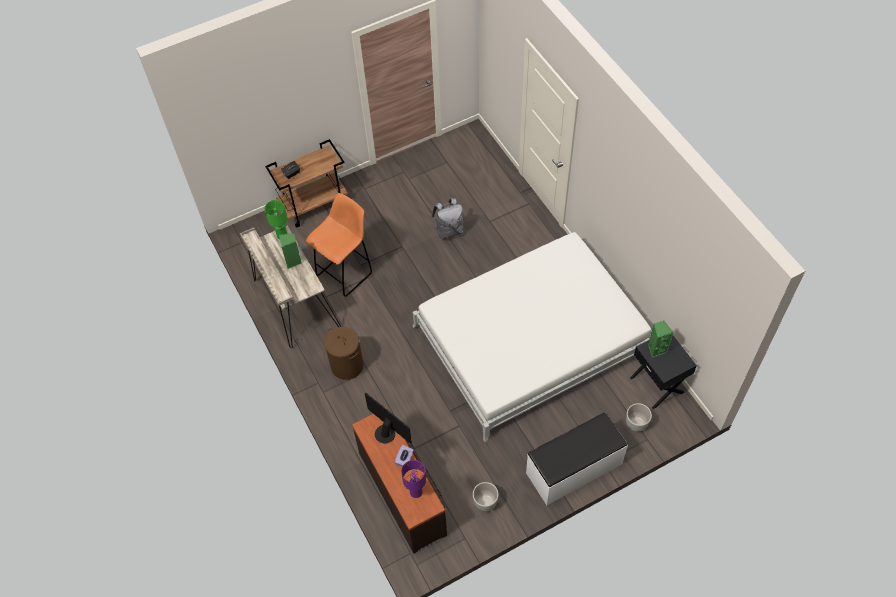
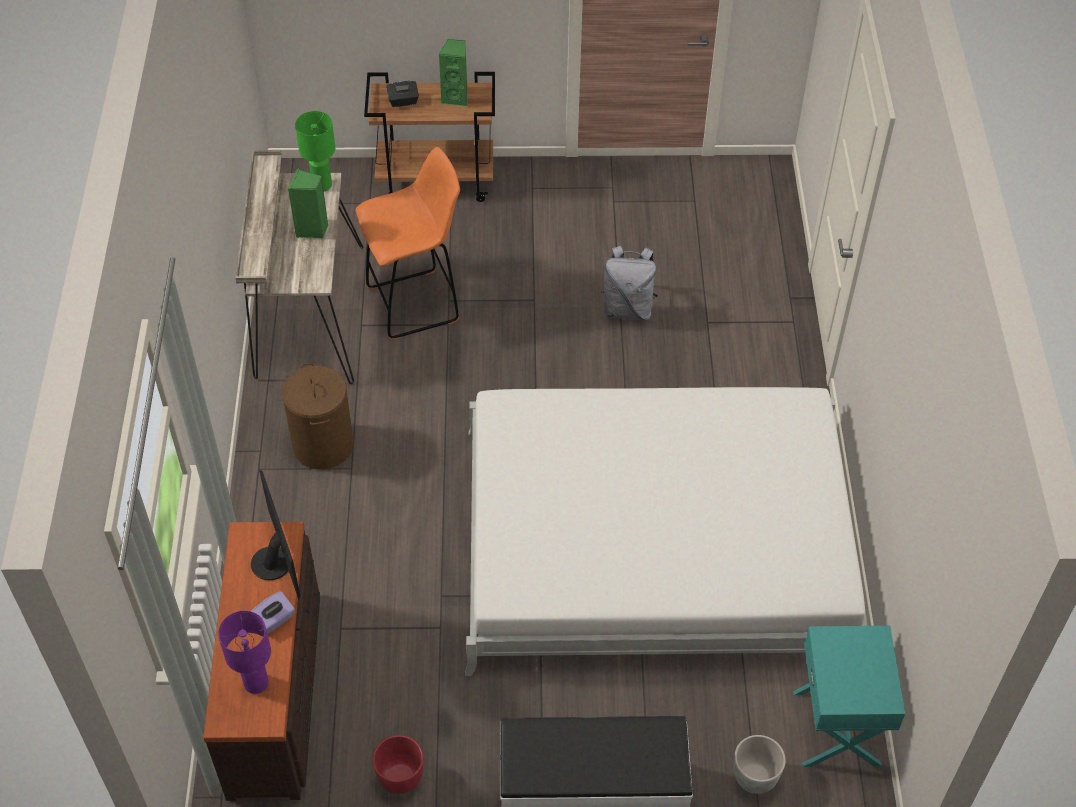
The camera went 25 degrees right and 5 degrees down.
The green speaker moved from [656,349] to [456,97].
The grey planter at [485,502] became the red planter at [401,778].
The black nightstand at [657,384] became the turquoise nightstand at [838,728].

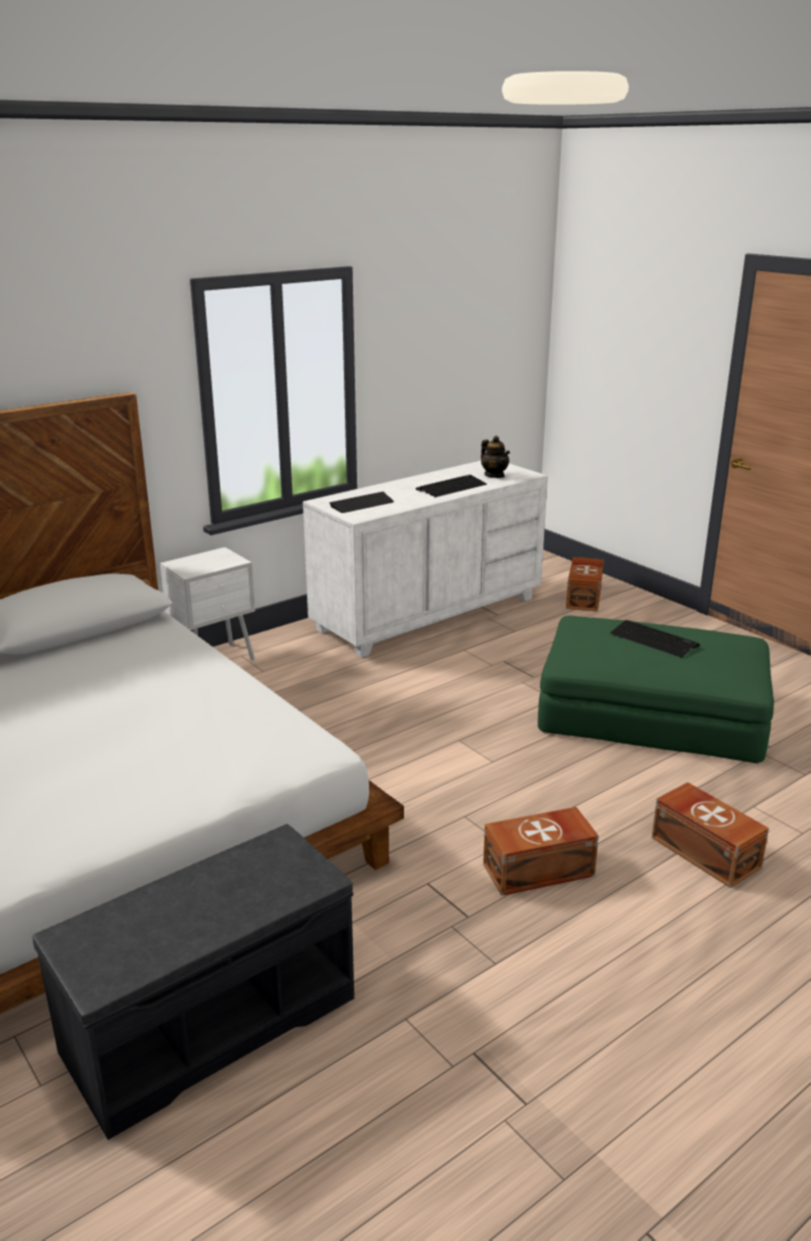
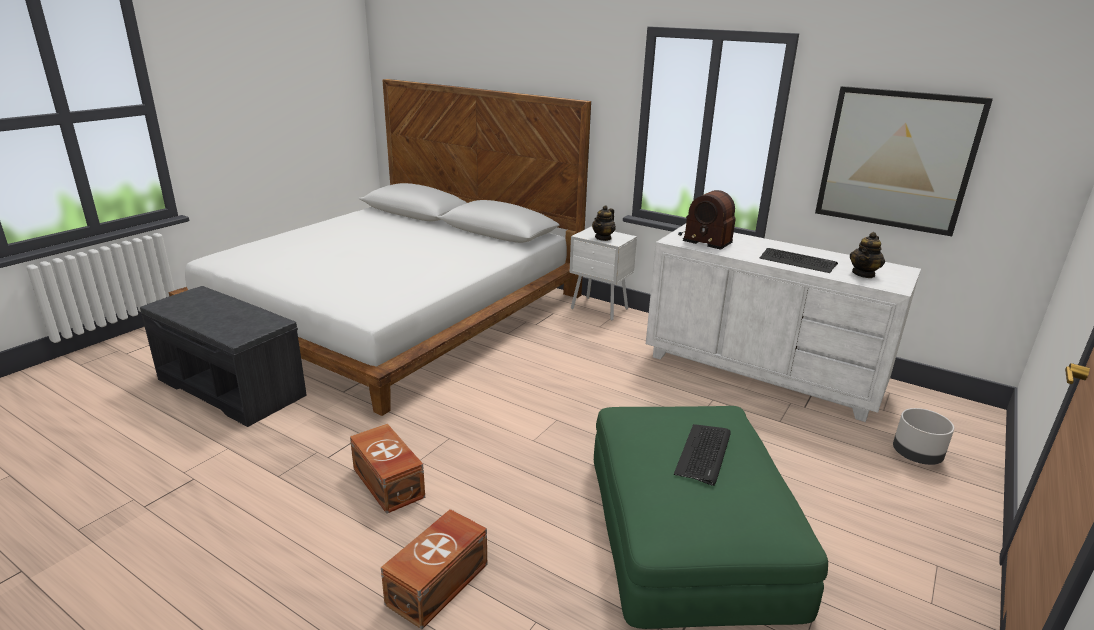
The camera went 70 degrees right and 0 degrees up.
The teapot at [603,238] appeared.
The picture at [897,160] appeared.
The keyboard at [362,504] was replaced by the radio at [705,238].
The brown storage box at [584,597] was replaced by the grey planter at [916,456].

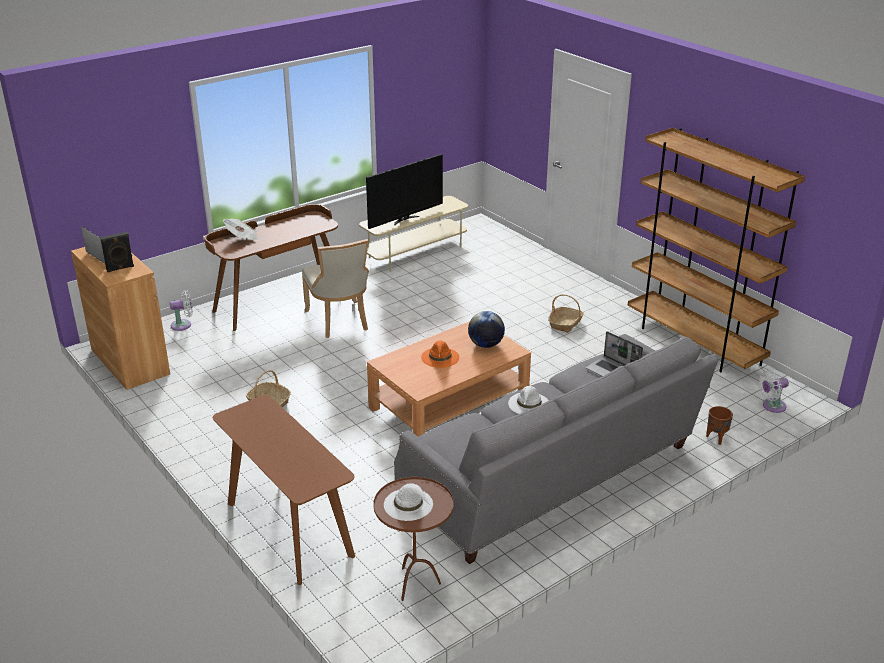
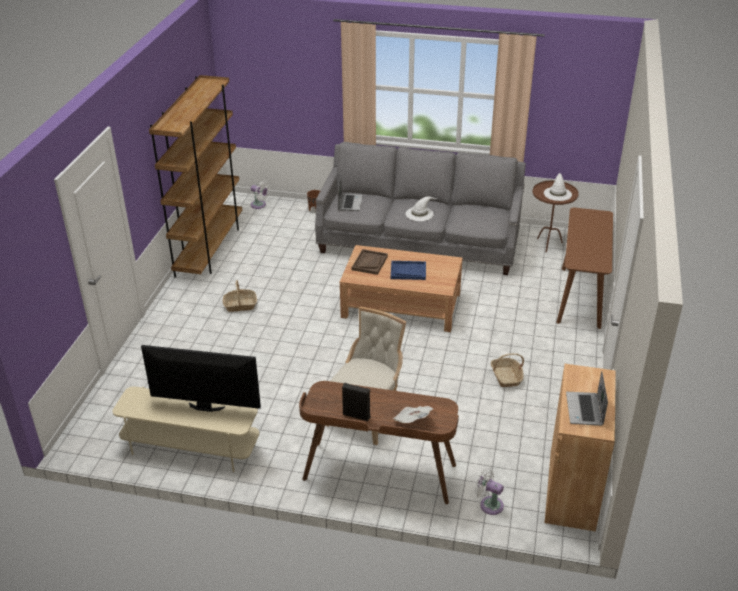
The camera went 130 degrees left and 5 degrees up.
The black speaker moved from [120,268] to [356,415].
The orange hat at [440,357] was replaced by the blue tray at [408,271].
The globe at [485,345] was replaced by the brown tray at [369,263].

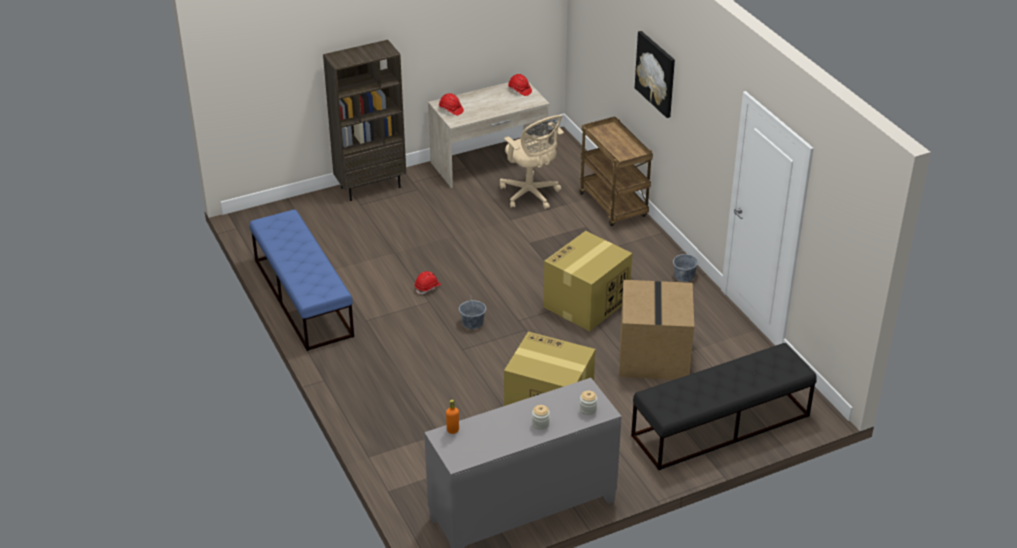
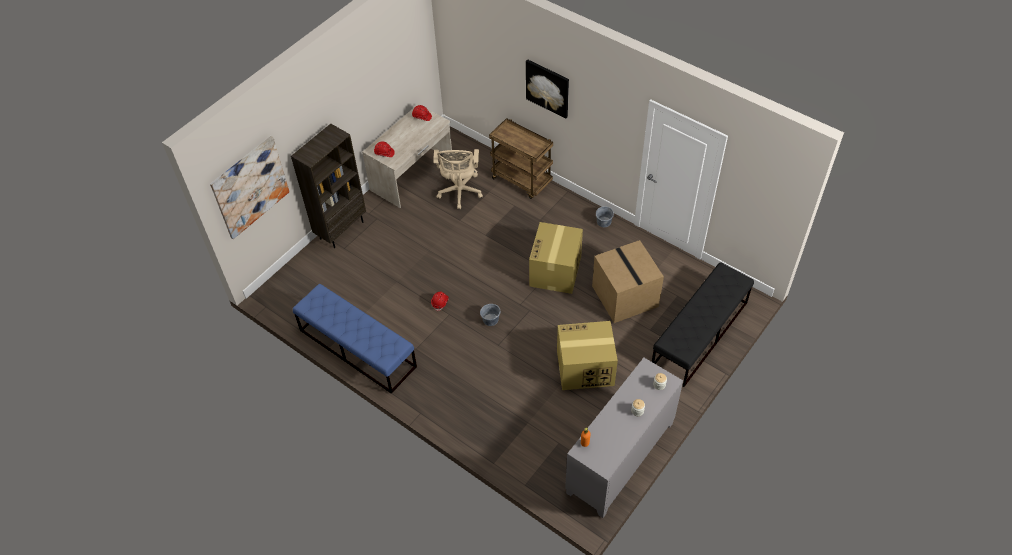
The camera went 25 degrees left and 15 degrees up.
The picture at [250,187] appeared.
The beige office chair at [531,195] turned 60 degrees clockwise.

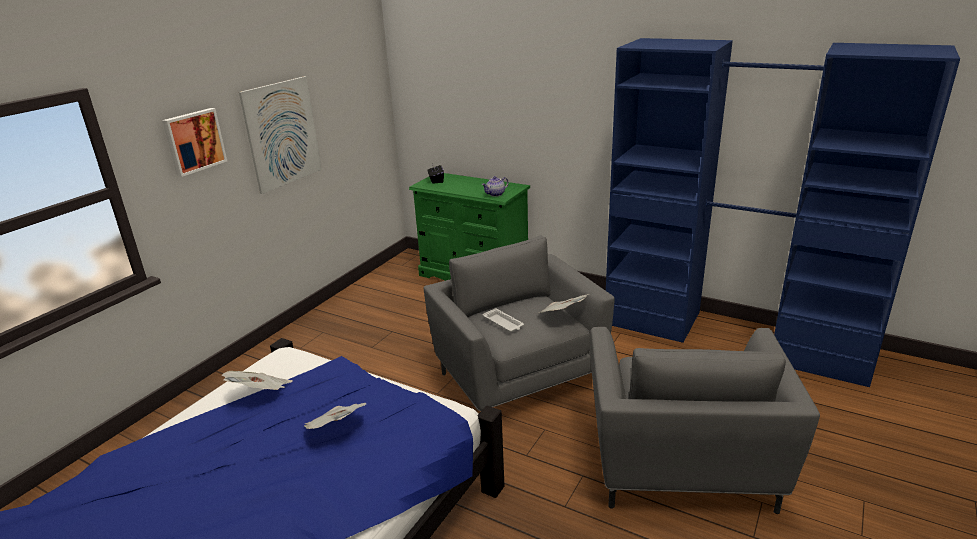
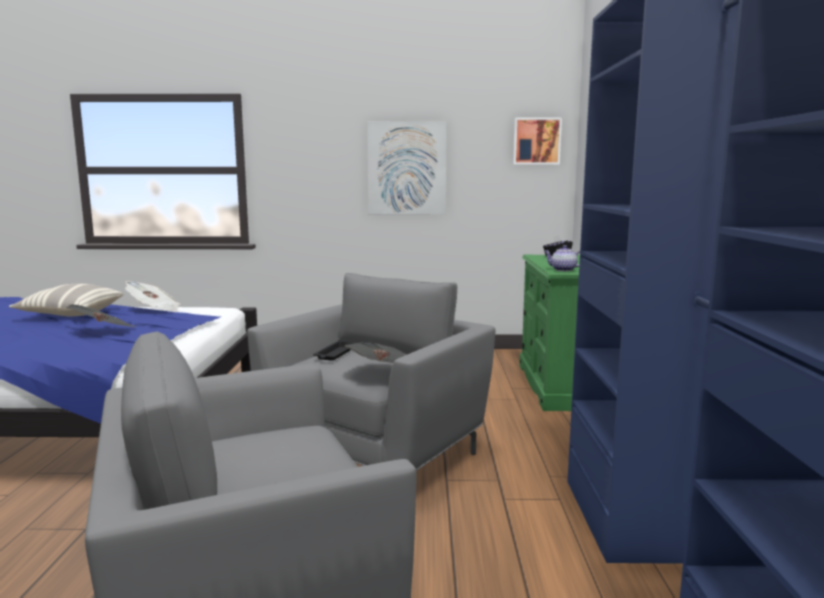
The camera went 60 degrees right and 15 degrees down.
The pillow at [71,314] appeared.
The picture moved from [194,141] to [536,141].
The white tray at [503,323] became the black tray at [335,354].

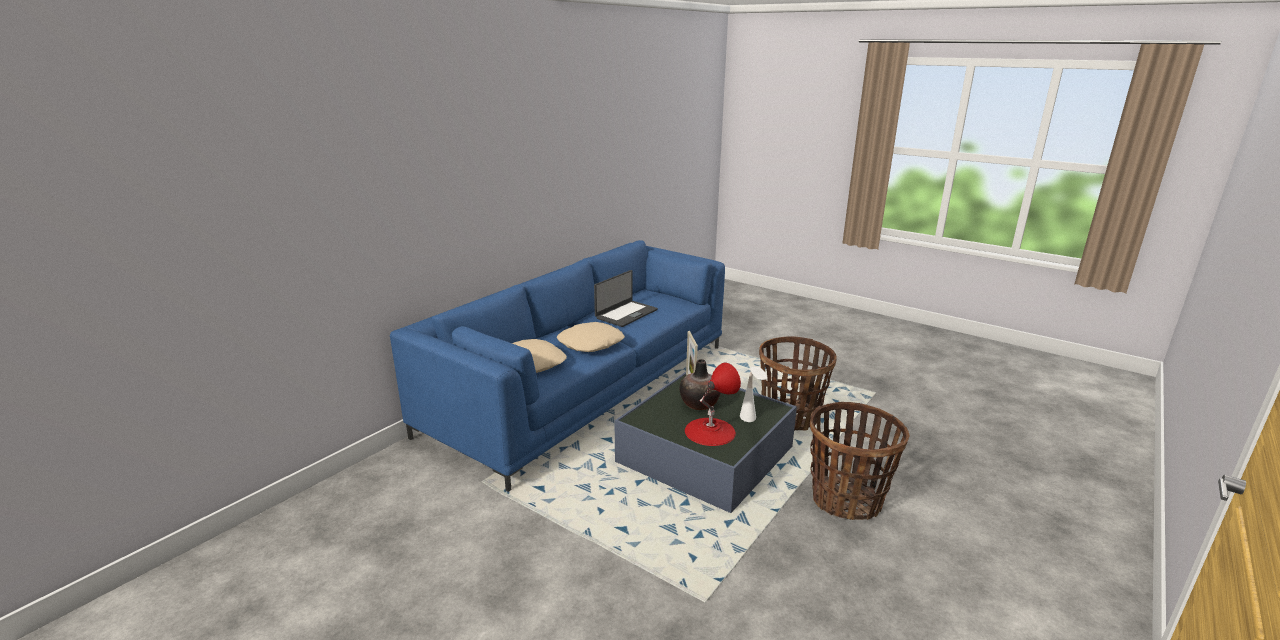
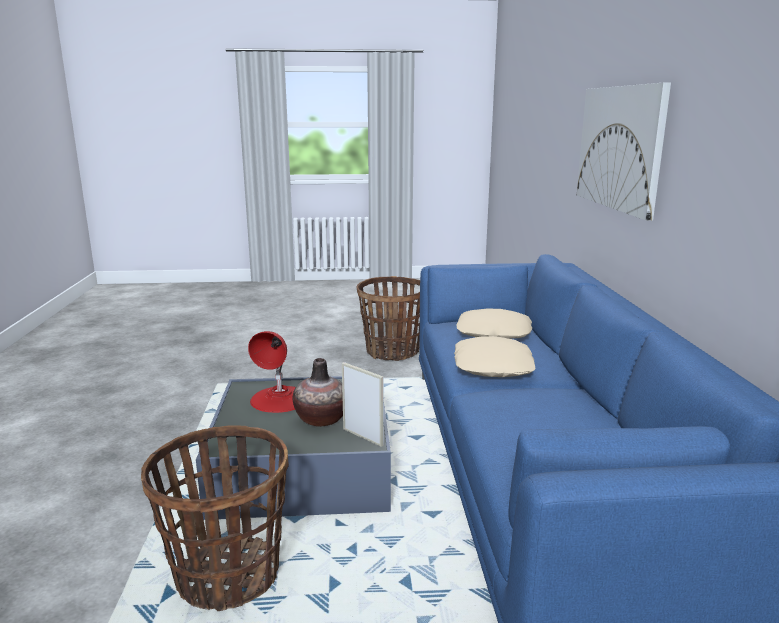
The camera went 140 degrees right and 5 degrees down.
The laptop at [626,314] disappeared.
The white table lamp at [751,429] disappeared.
The picture at [619,148] appeared.
The basket moved from [846,500] to [392,351].

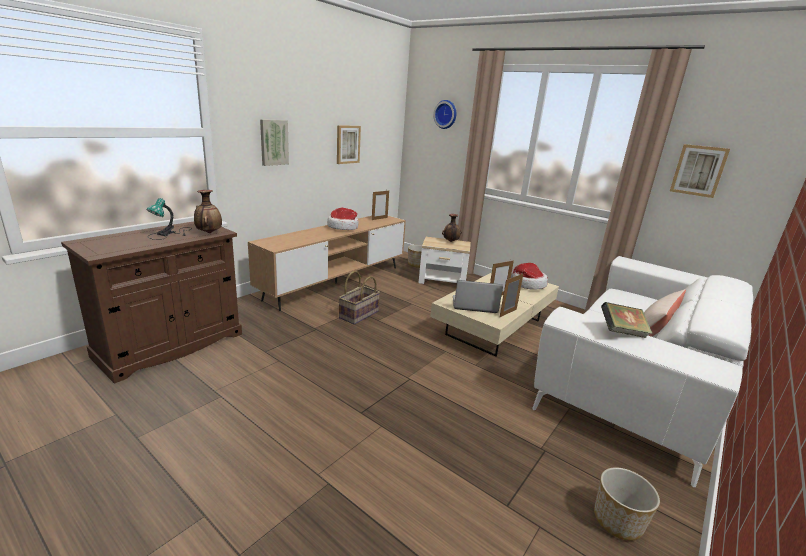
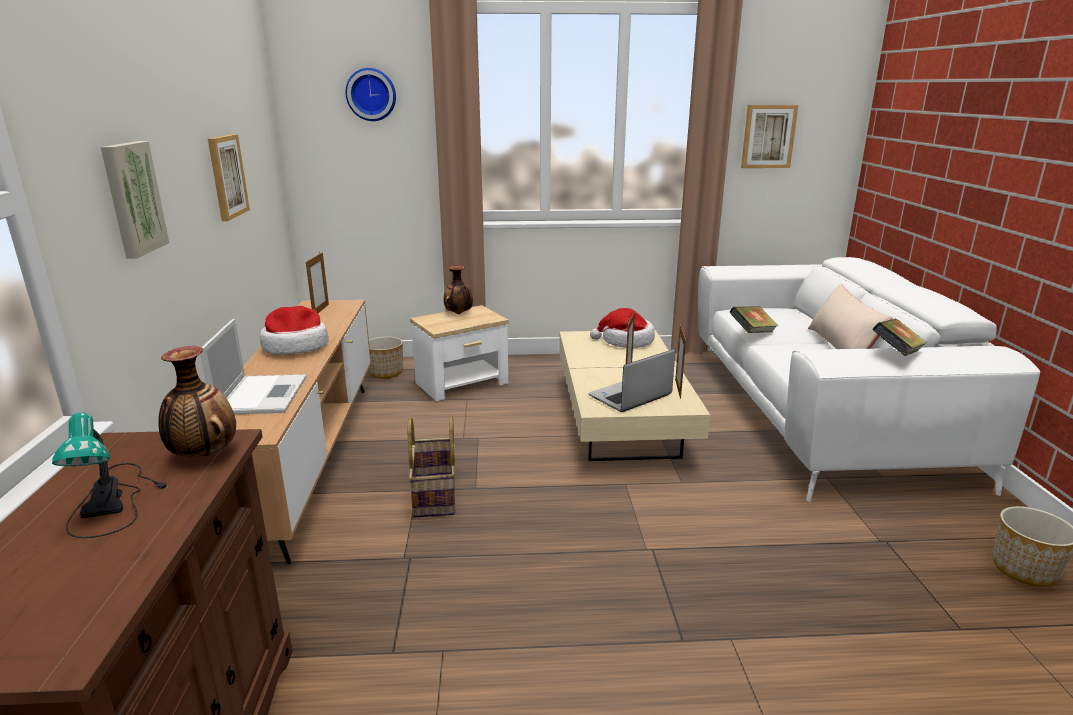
The camera went 40 degrees left and 0 degrees up.
The laptop at [262,394] appeared.
The book at [752,333] appeared.

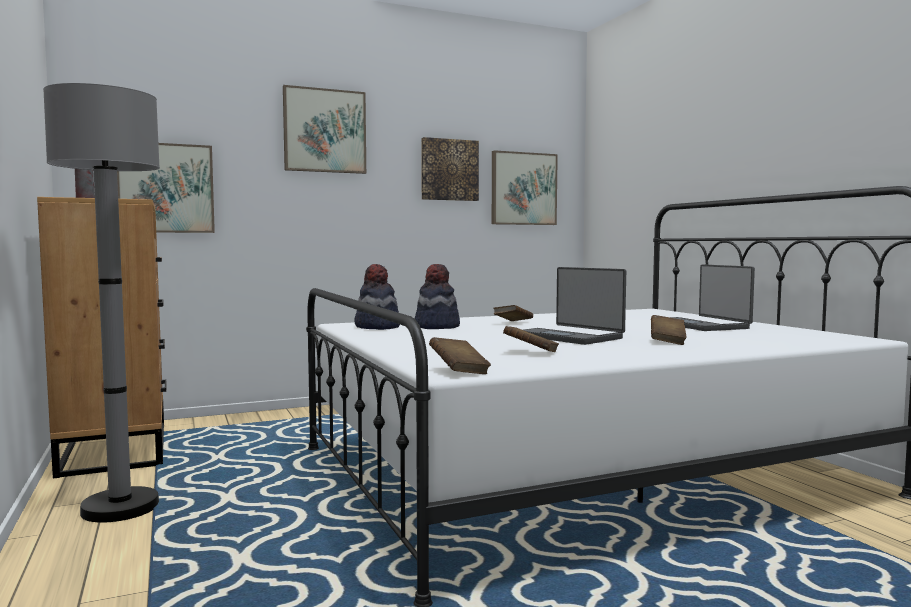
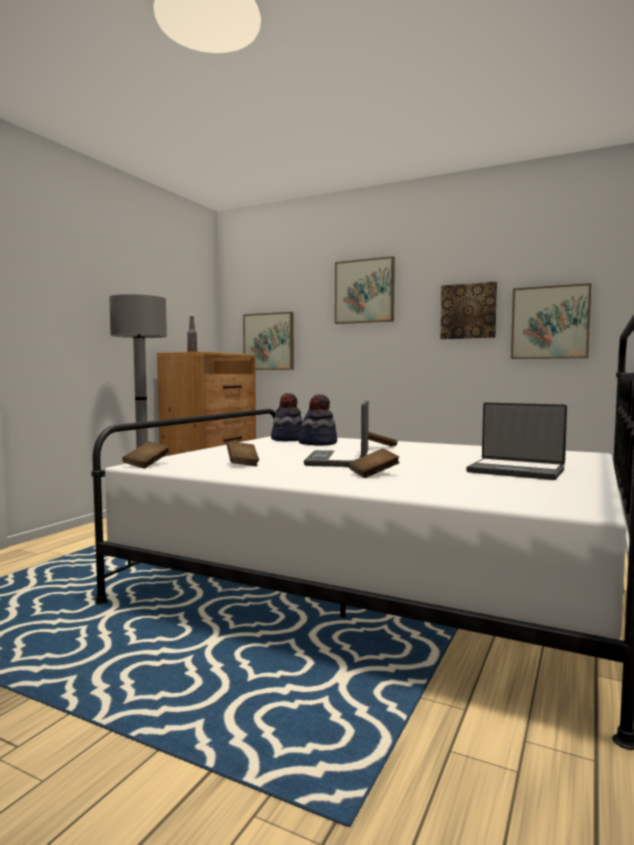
The camera went 50 degrees right and 0 degrees up.
The laptop at [703,325] turned 90 degrees counterclockwise.

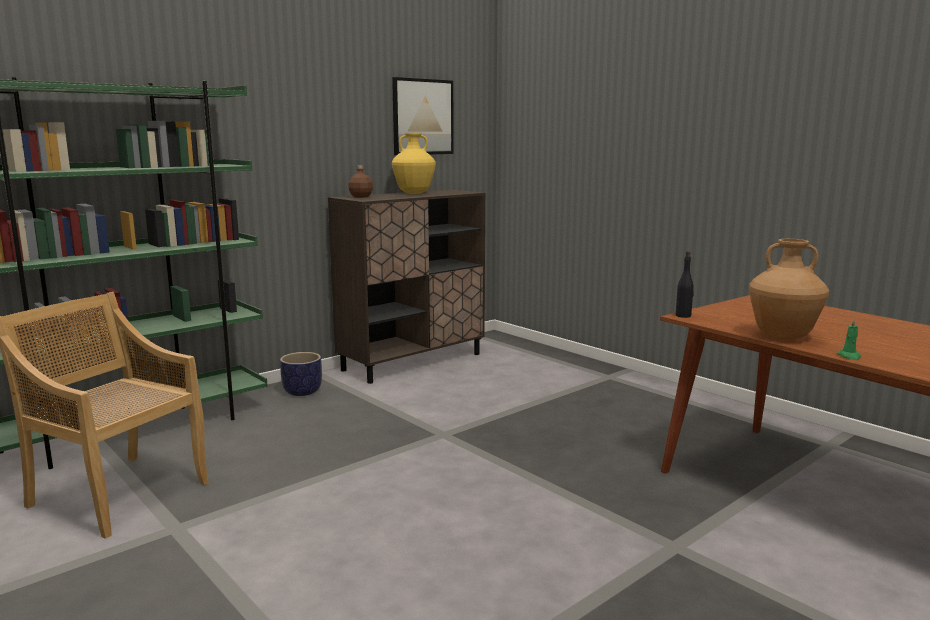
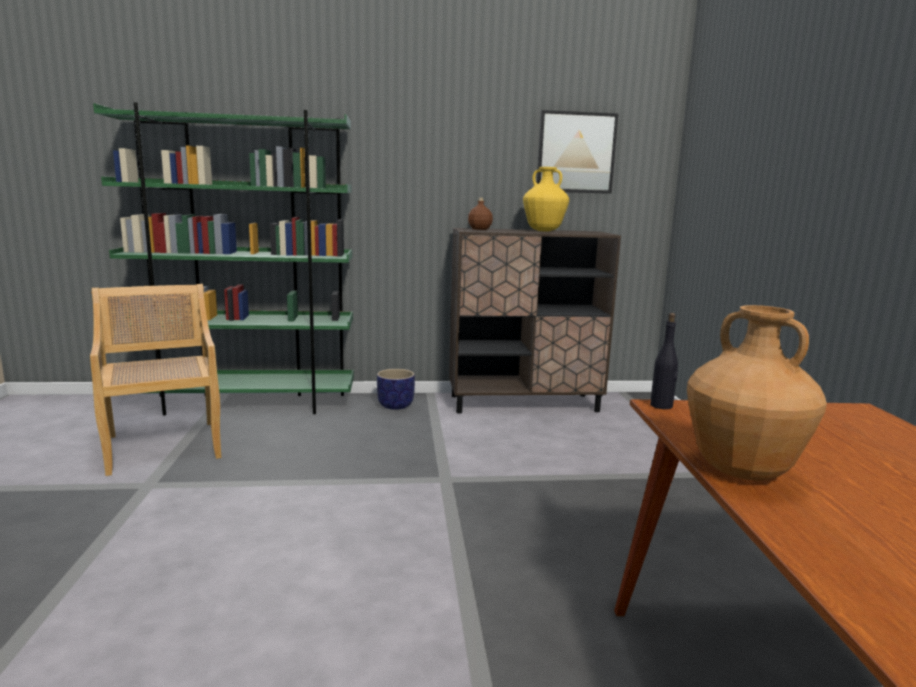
The camera went 35 degrees right and 0 degrees up.
The green candle at [849,356] disappeared.

